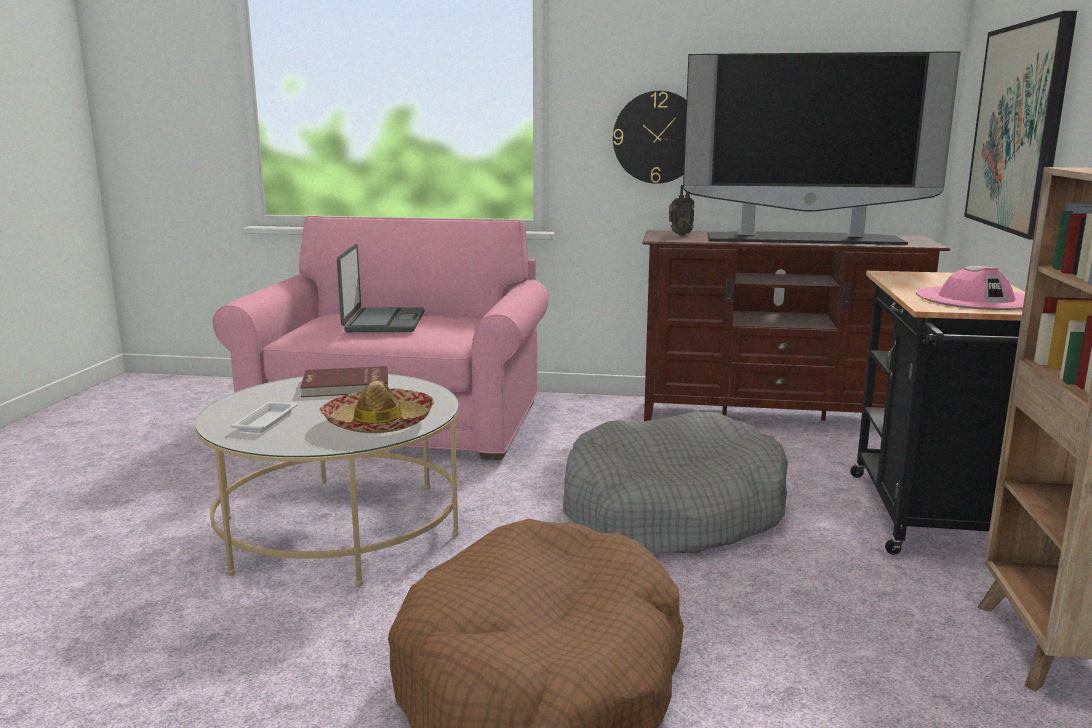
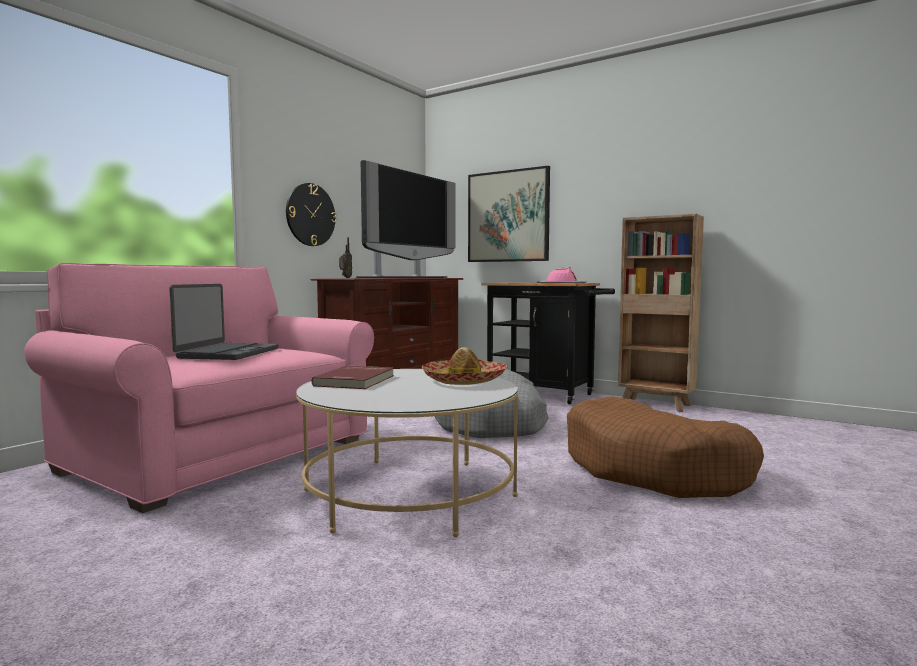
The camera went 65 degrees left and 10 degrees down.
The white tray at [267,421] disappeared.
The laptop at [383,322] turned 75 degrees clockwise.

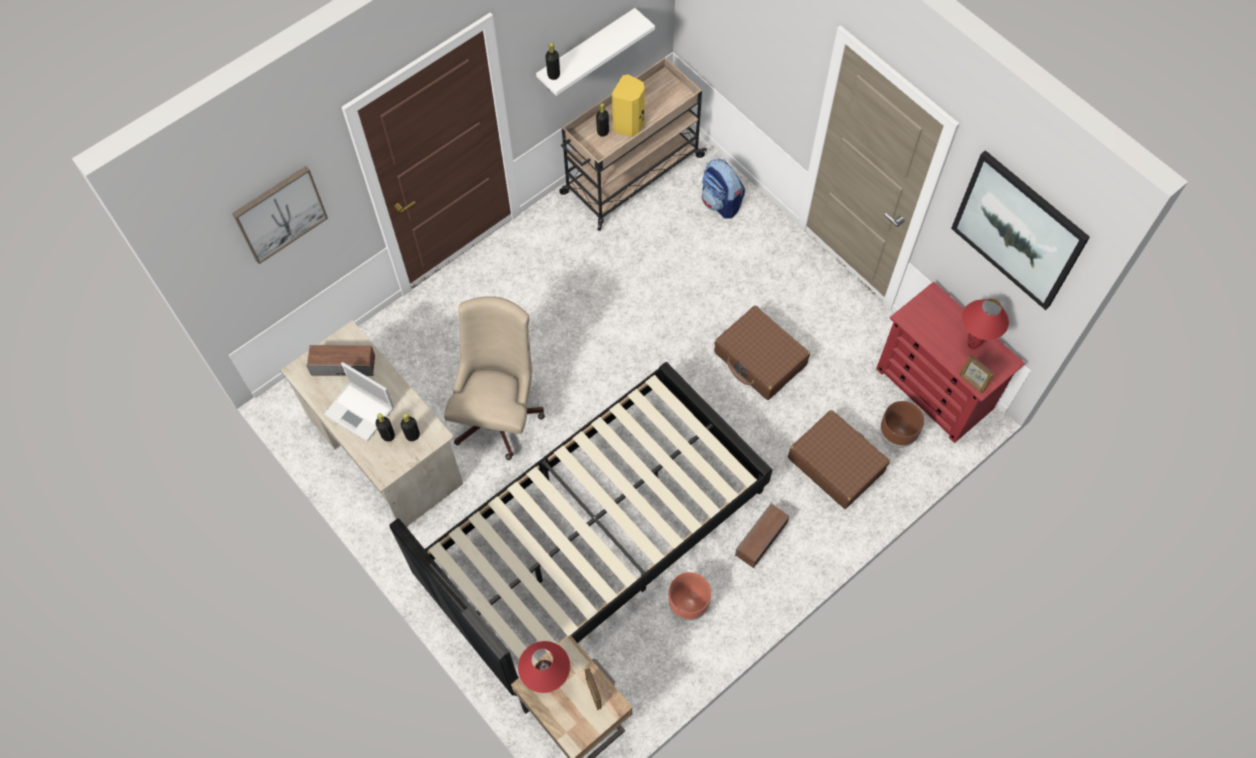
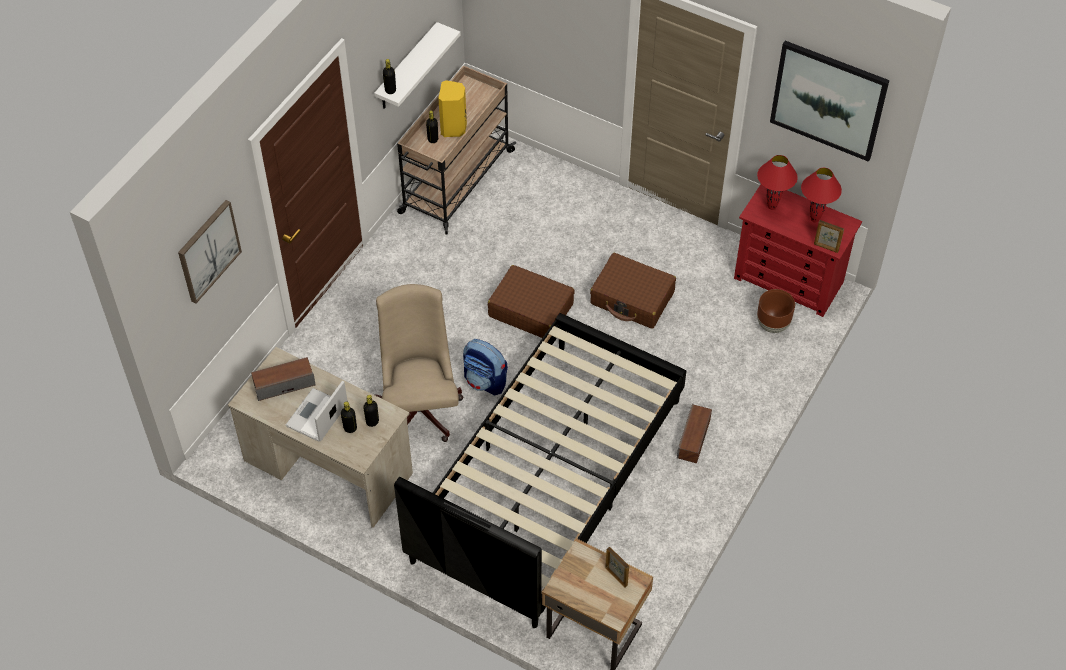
The camera went 20 degrees left and 10 degrees down.
The brown planter at [687,605] disappeared.
The red table lamp moved from [548,680] to [771,206].
The backpack moved from [721,203] to [485,381].
The brown suitcase moved from [835,464] to [530,310].
The laptop at [360,411] turned 105 degrees clockwise.

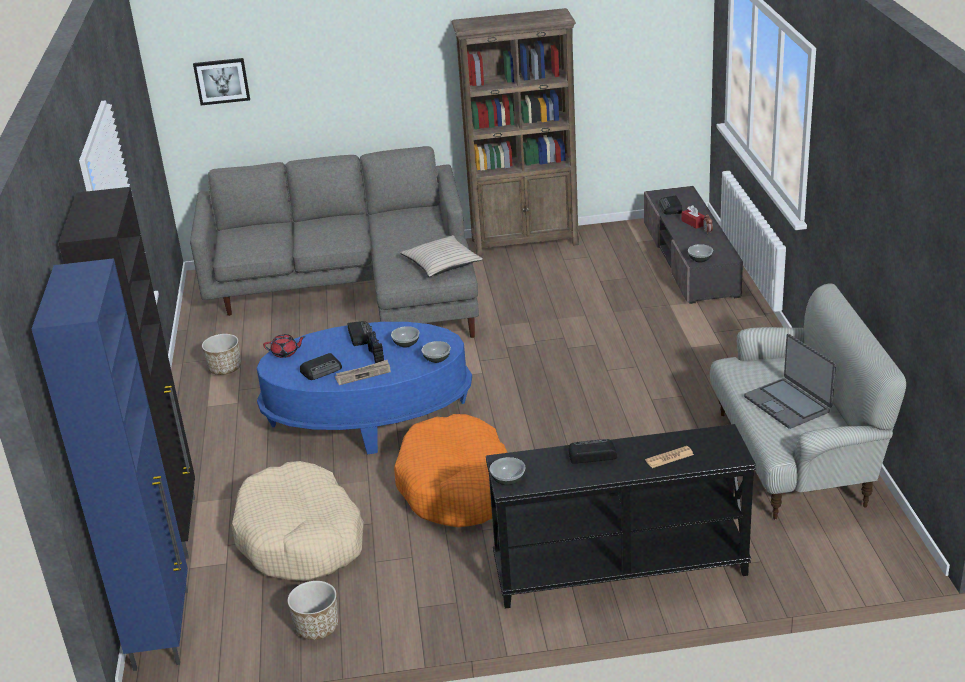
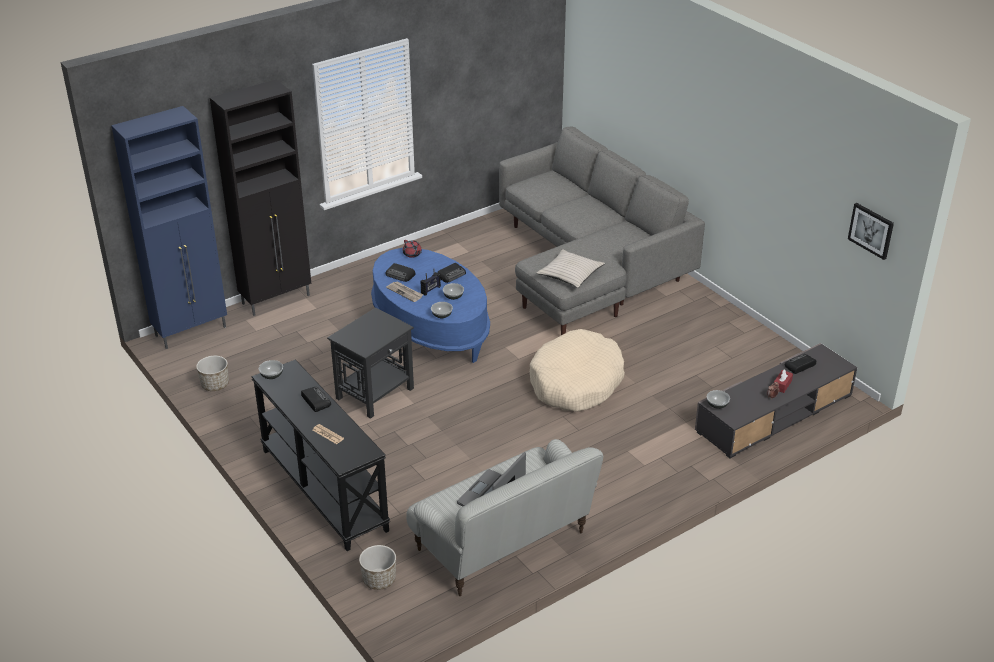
The camera went 60 degrees right and 5 degrees up.
The brown bookcase at [525,242] disappeared.
The picture moved from [222,81] to [871,230].
The planter moved from [225,368] to [379,579].
The beige dog bed moved from [301,538] to [576,383].
The orange dog bed at [458,487] was replaced by the black side table at [375,393].

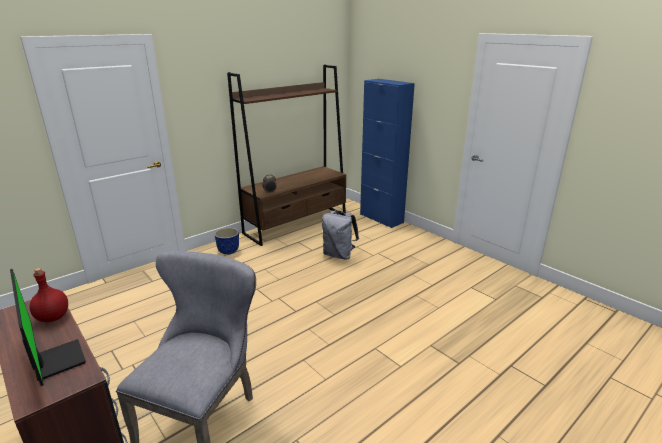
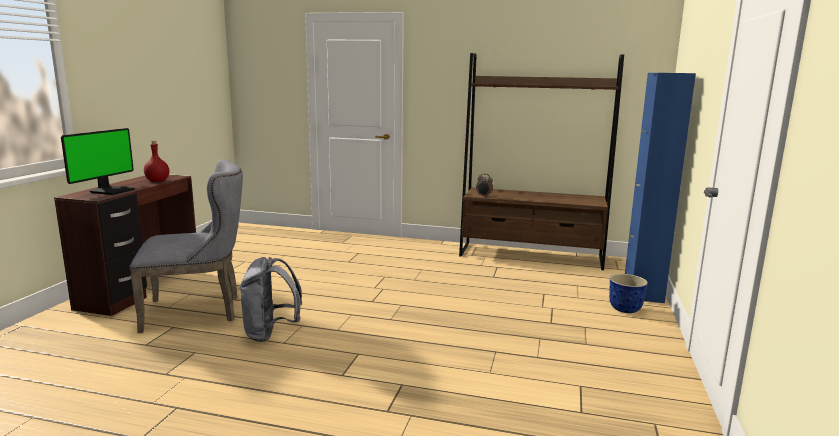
The camera went 55 degrees right and 10 degrees down.
The planter moved from [229,251] to [625,309].
The grey backpack moved from [339,255] to [271,333].

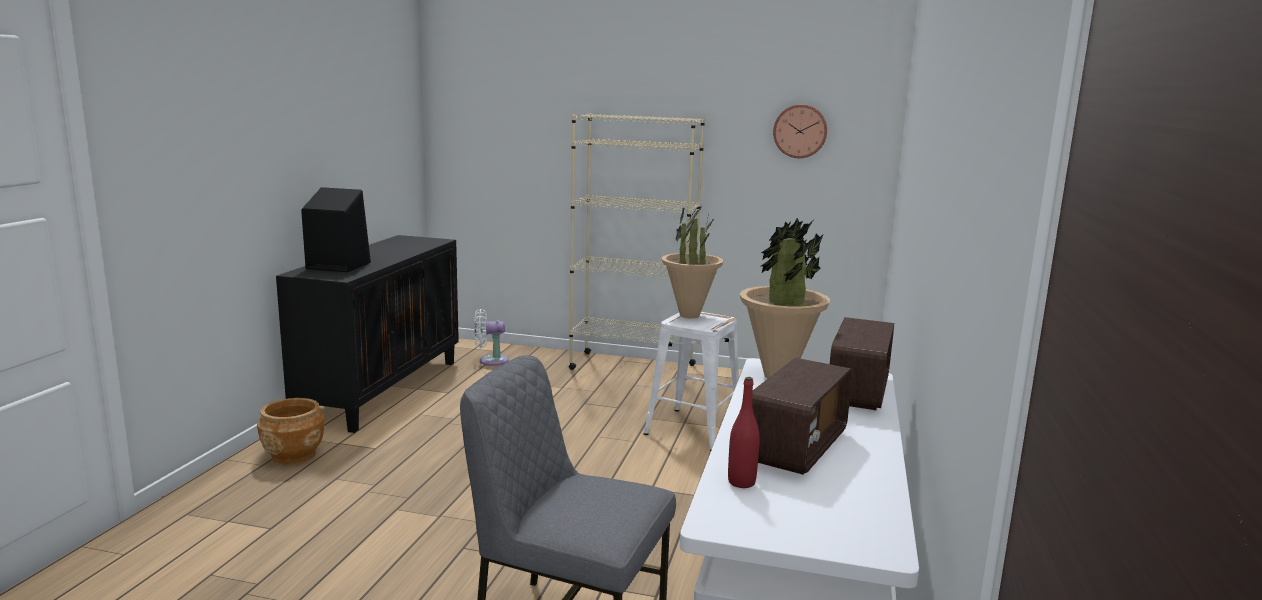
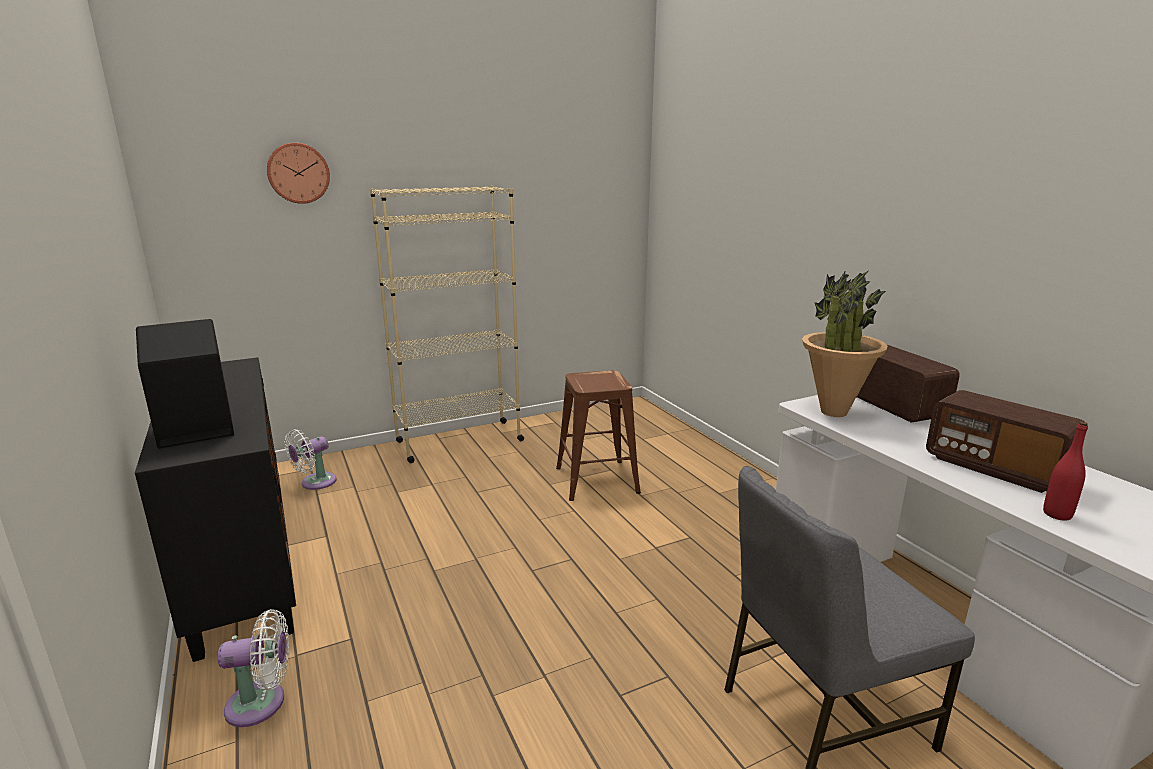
The camera went 40 degrees left and 5 degrees up.
The potted plant at [689,315] disappeared.
The wall clock moved from [800,131] to [298,173].
The brown planter at [293,455] was replaced by the white fan at [262,703].
The white stool at [692,429] became the brown stool at [595,480].
The radio at [797,447] turned 150 degrees clockwise.

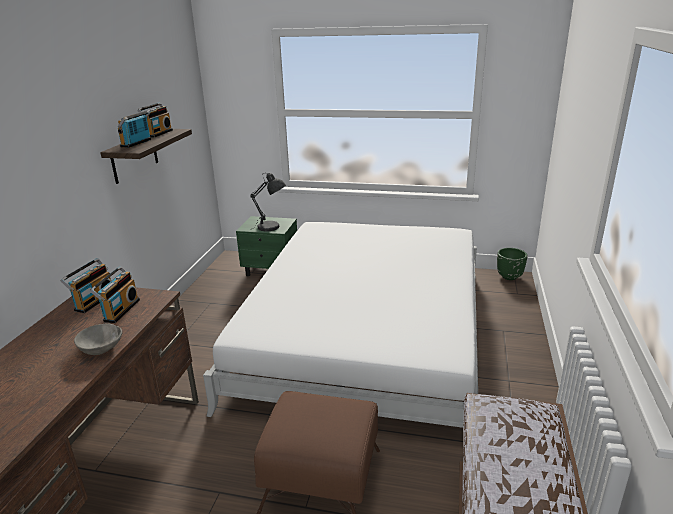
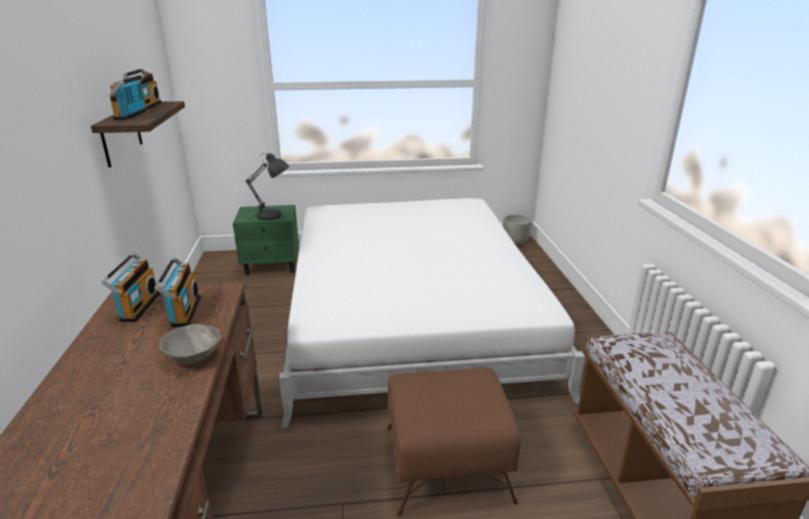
The camera went 20 degrees left and 0 degrees up.
The green planter at [509,277] became the grey planter at [514,242].

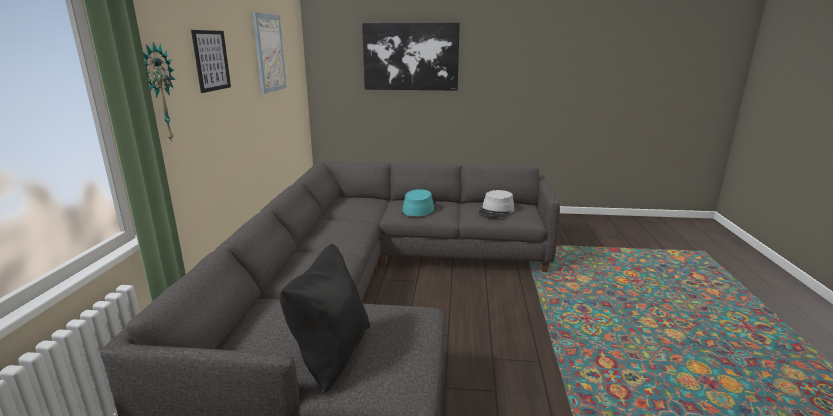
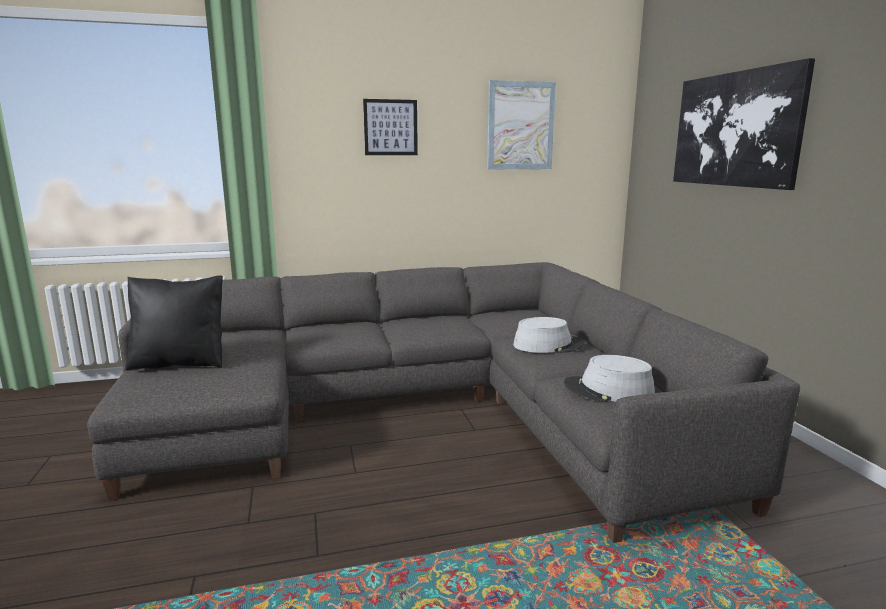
The camera went 70 degrees right and 5 degrees down.
The wall clock at [158,93] disappeared.
The turquoise hat at [419,208] became the grey hat at [548,345].

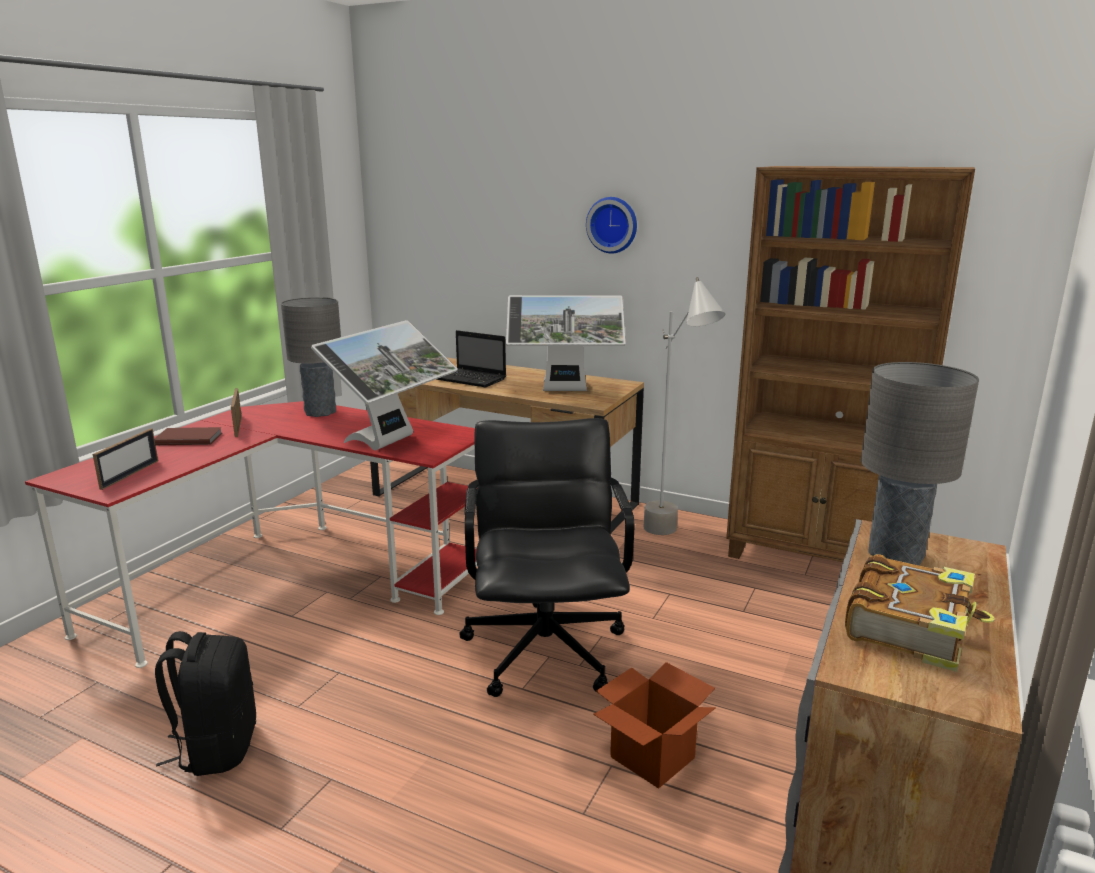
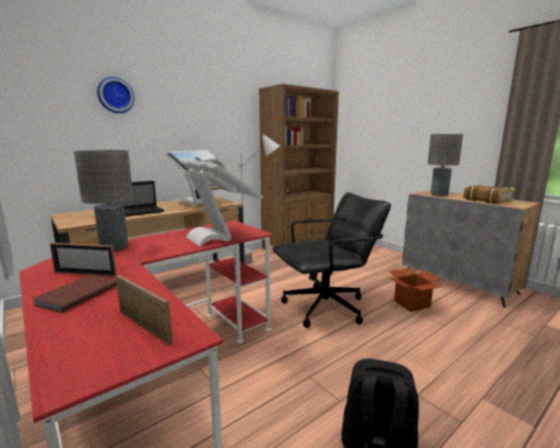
The camera went 65 degrees left and 5 degrees down.
The wall clock moved from [613,225] to [115,95].
The black office chair at [546,650] turned 135 degrees clockwise.

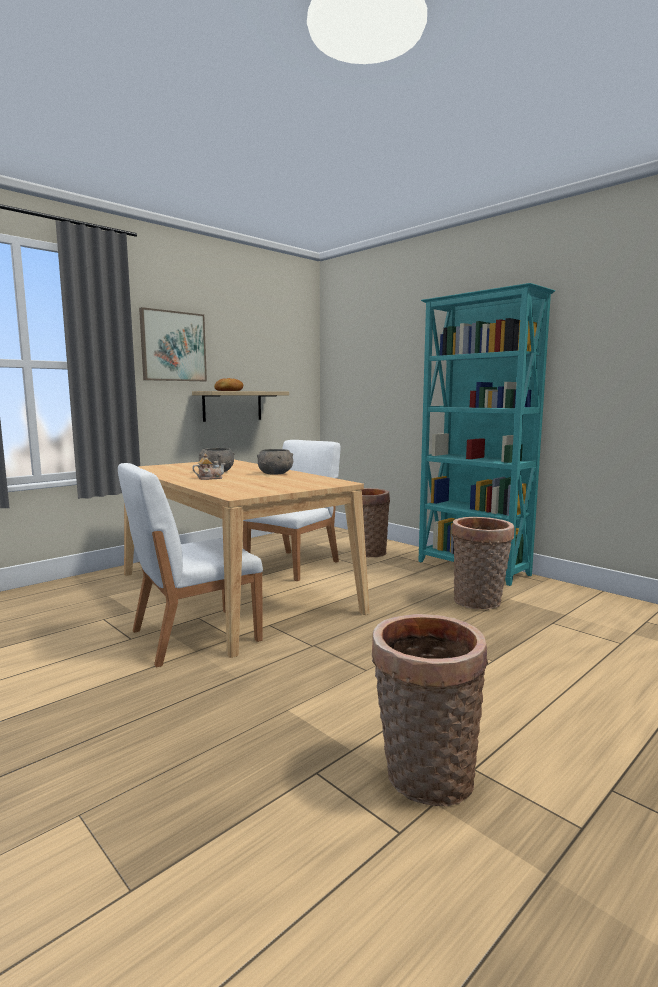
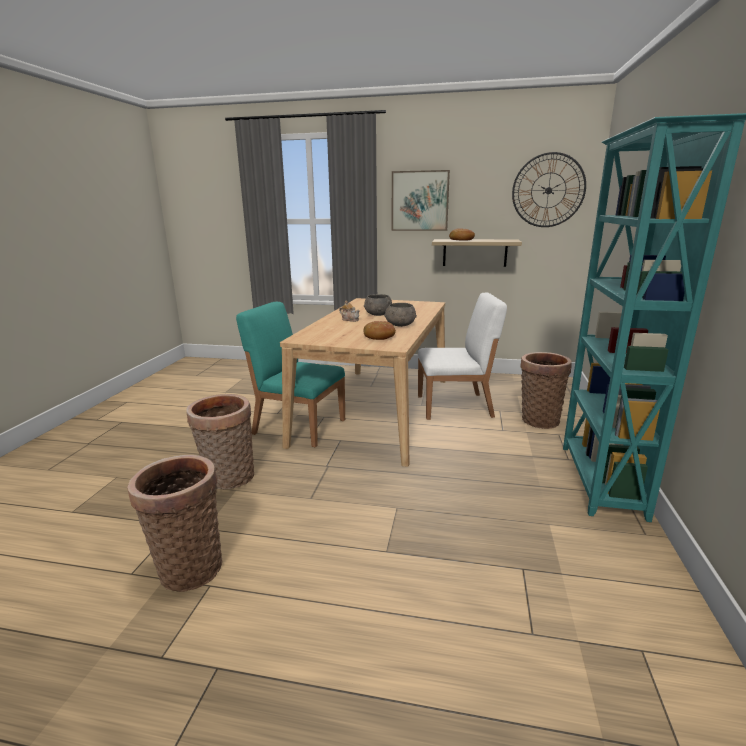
The camera went 55 degrees right and 10 degrees up.
The bread at [379,336] appeared.
The wall clock at [548,190] appeared.
The basket moved from [479,602] to [228,479].
The white chair at [193,635] became the turquoise chair at [298,426].

